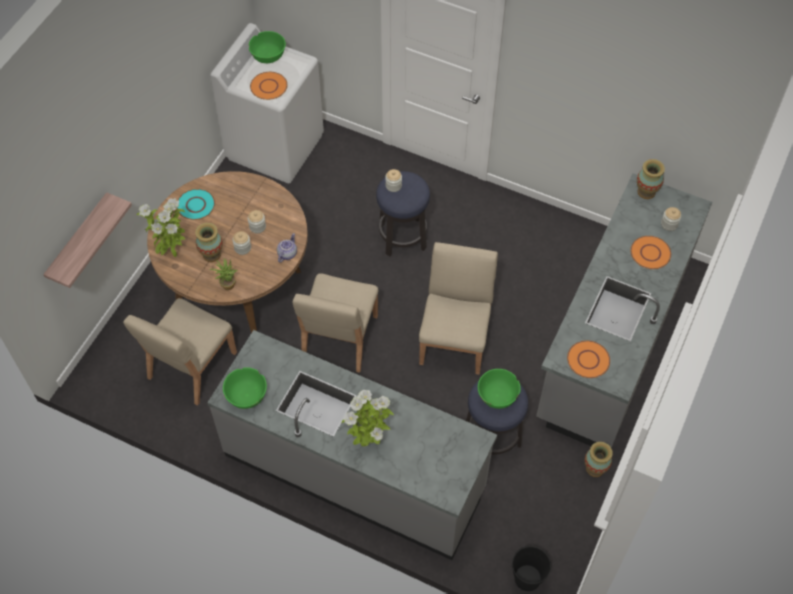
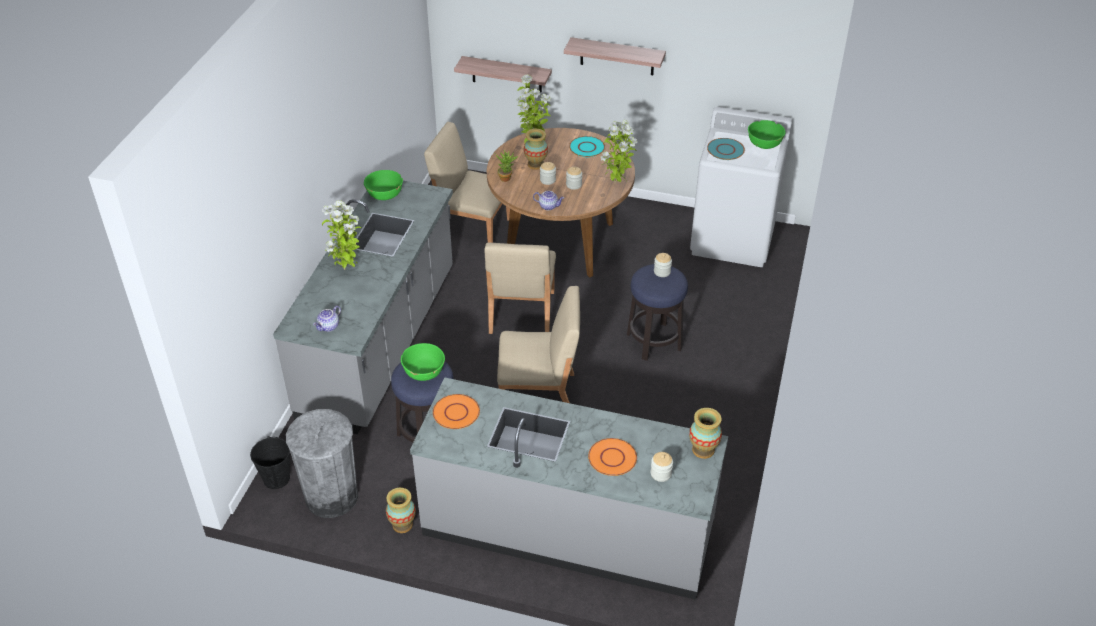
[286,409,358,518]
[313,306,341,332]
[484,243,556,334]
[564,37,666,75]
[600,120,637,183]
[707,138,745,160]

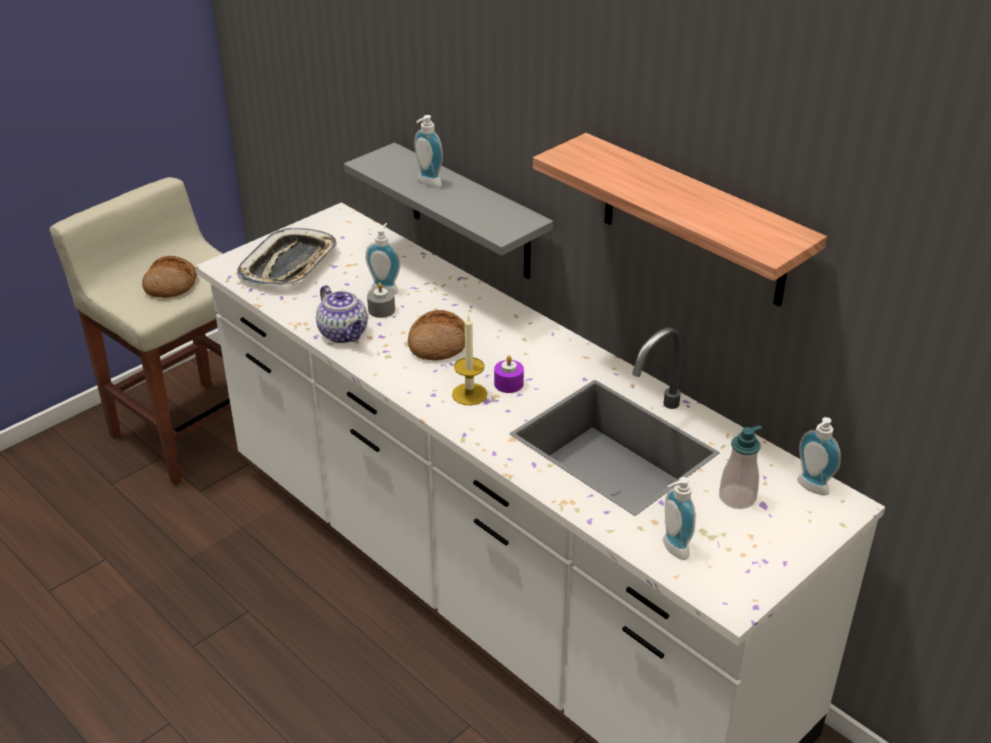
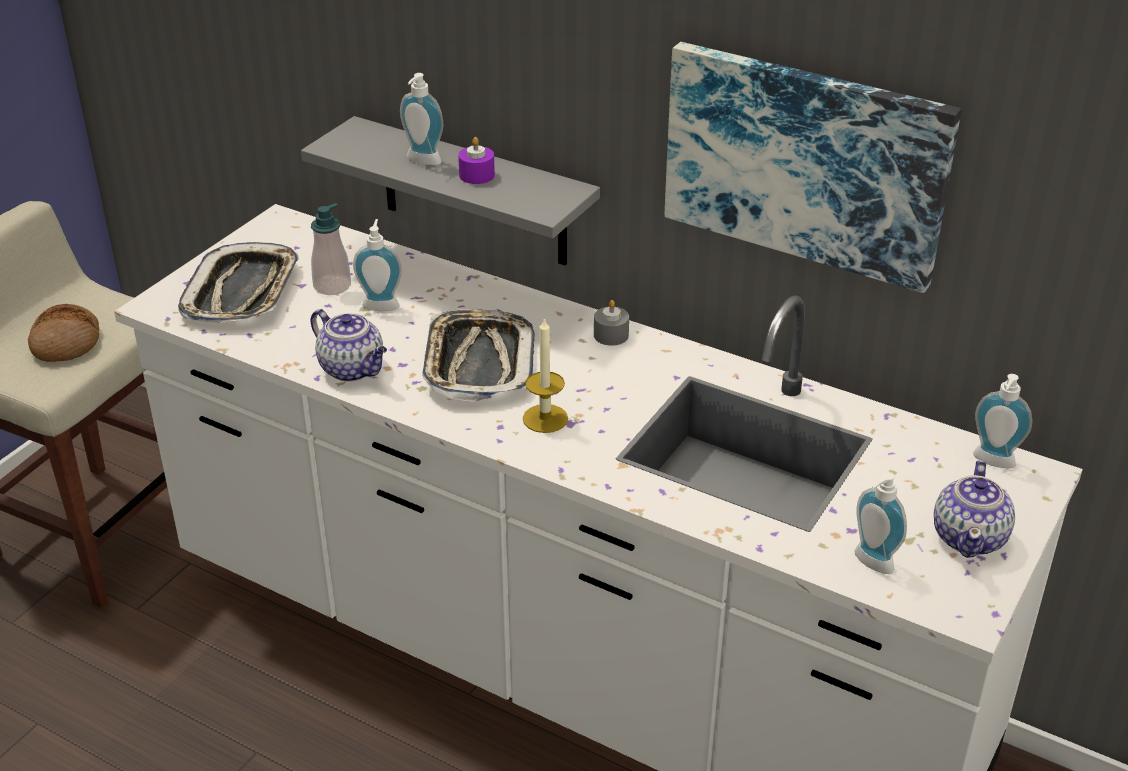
[311,203,351,295]
[422,309,535,402]
[458,137,495,184]
[594,300,629,346]
[665,42,962,293]
[934,460,1015,558]

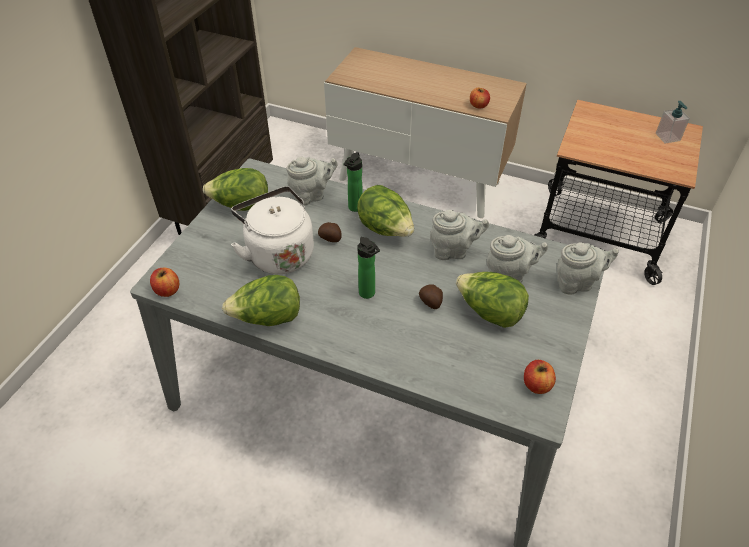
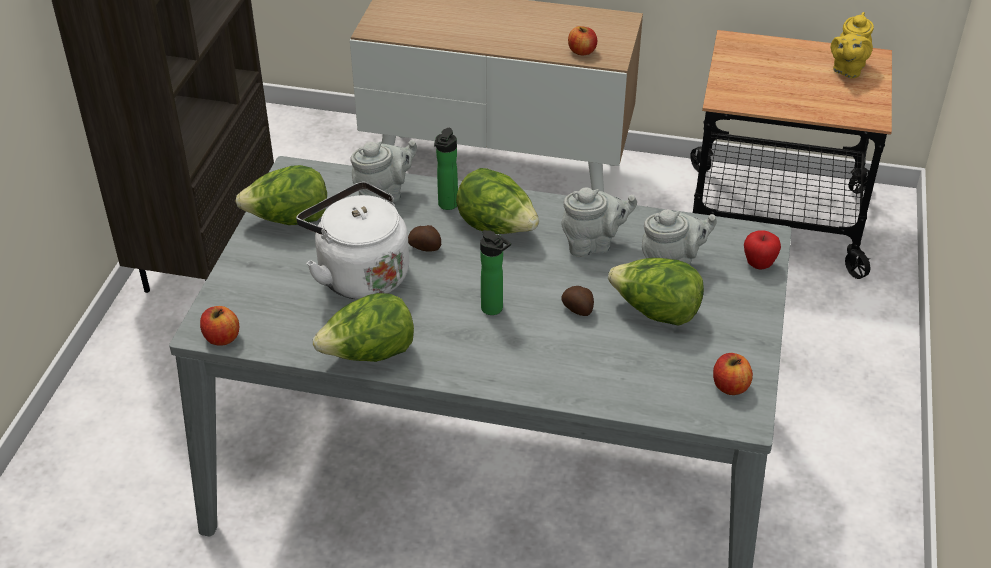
[744,230,781,269]
[831,12,874,78]

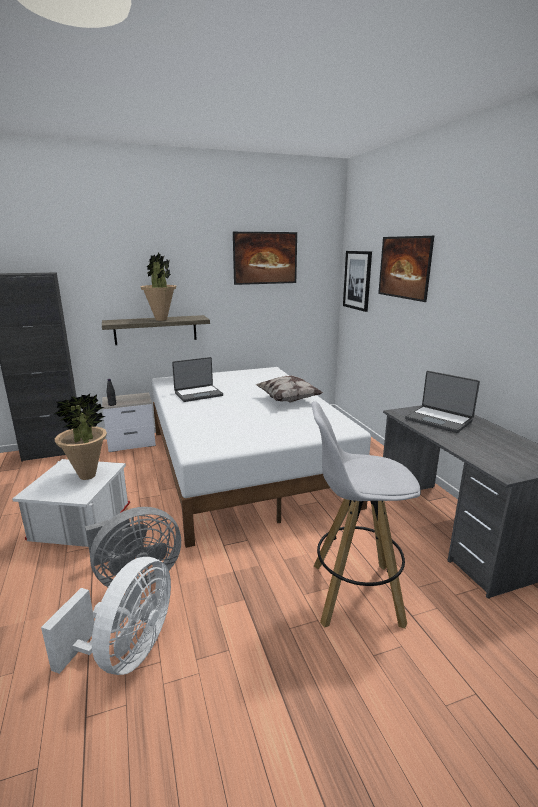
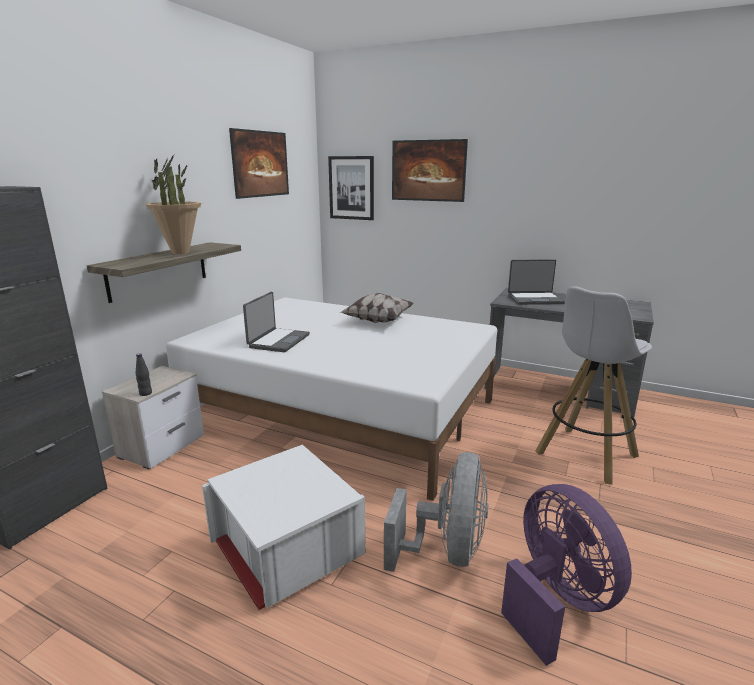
[501,484,632,666]
[53,394,107,480] (first image)

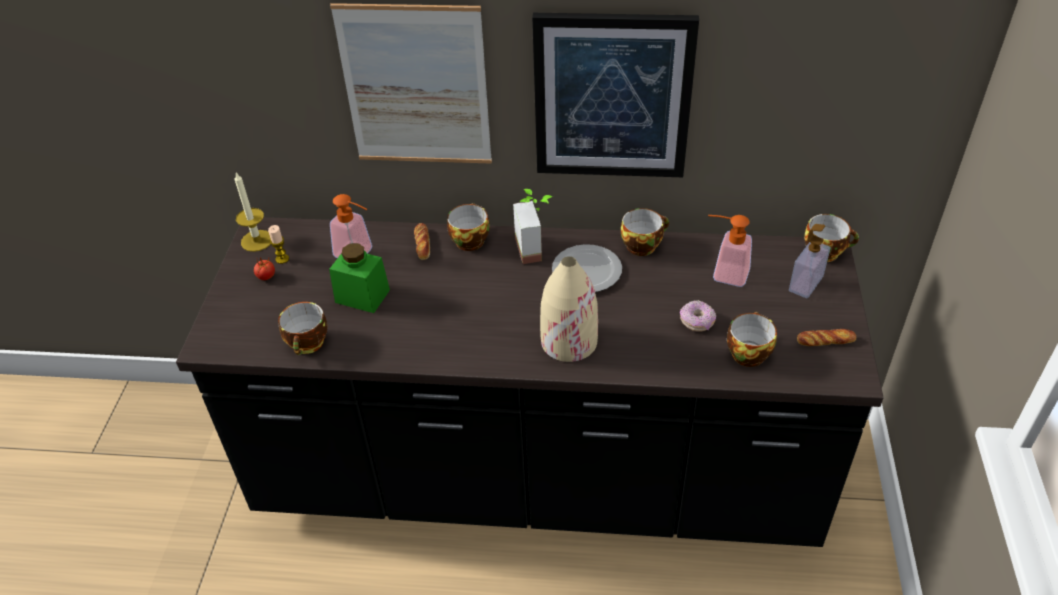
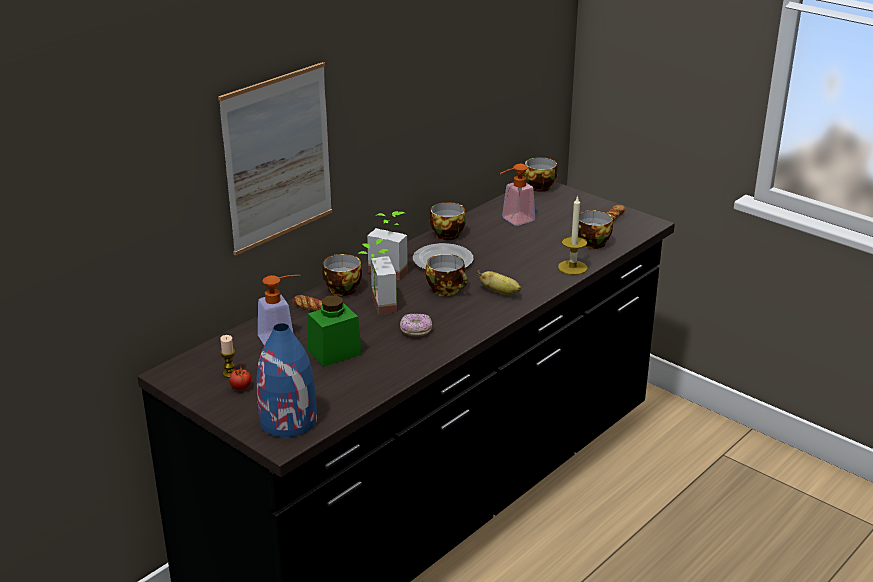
[256,323,317,437]
[358,239,397,314]
[400,314,432,336]
[425,254,468,296]
[477,270,521,295]
[558,195,587,275]
[532,13,699,177] (first image)
[789,224,830,298] (first image)

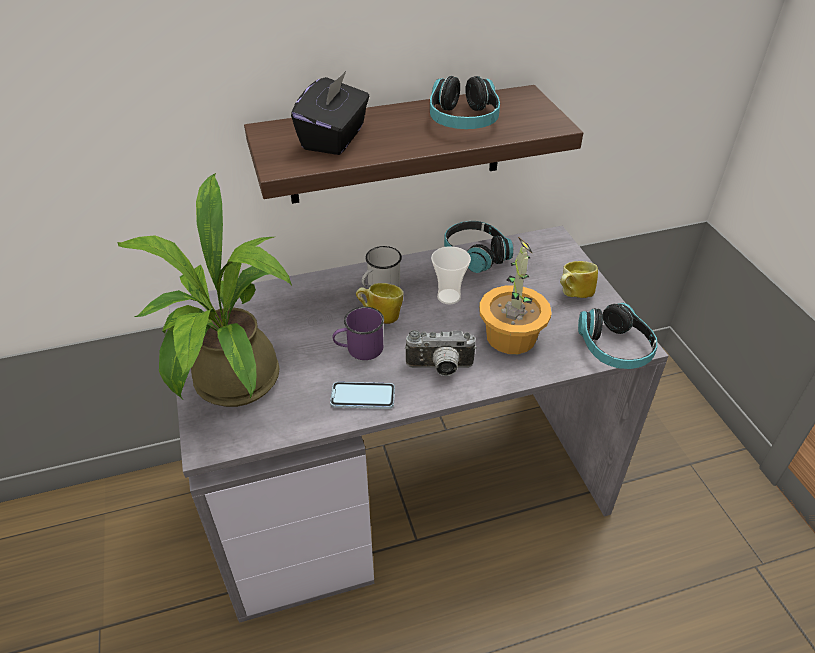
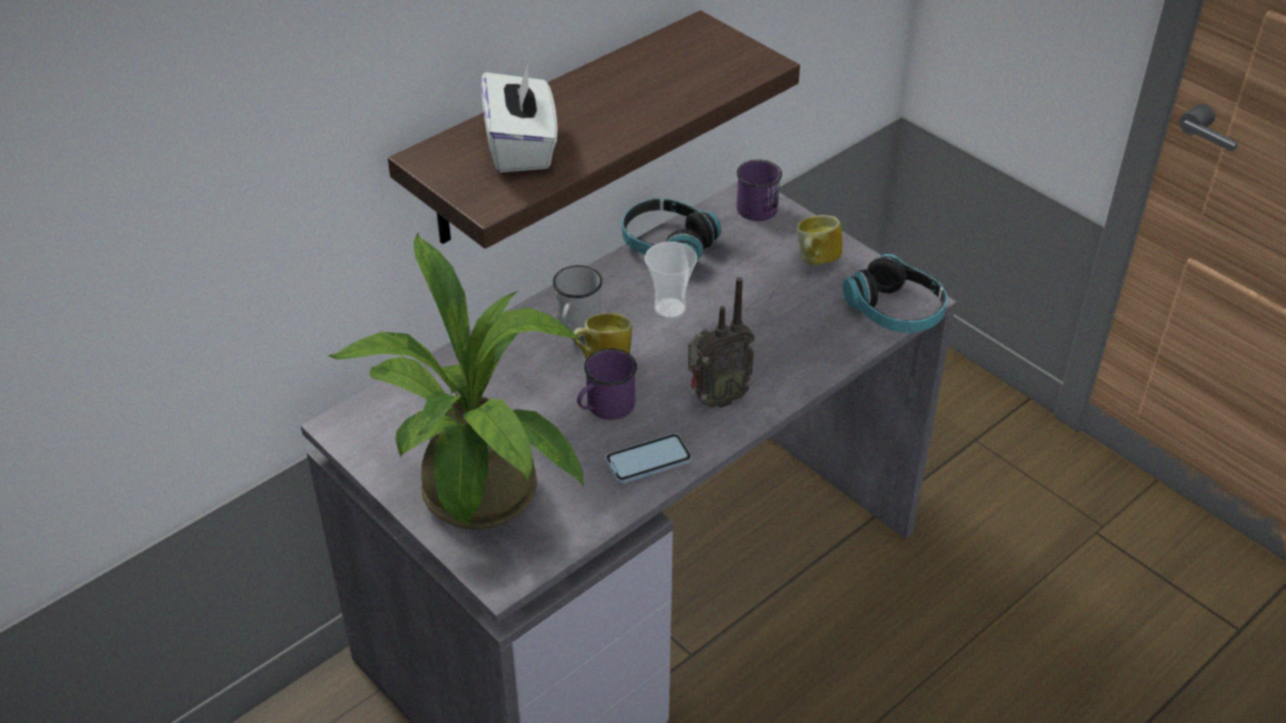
[481,65,557,173]
[688,277,755,408]
[737,160,782,221]
[430,76,500,129] (first image)
[479,237,552,354] (first image)

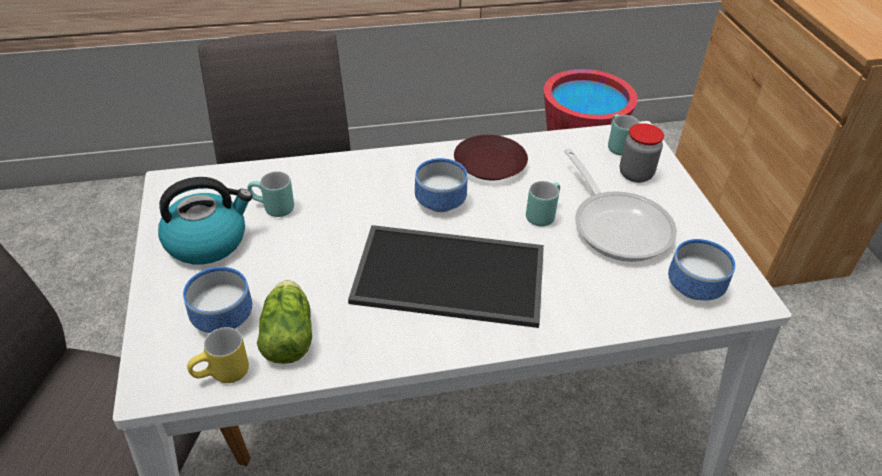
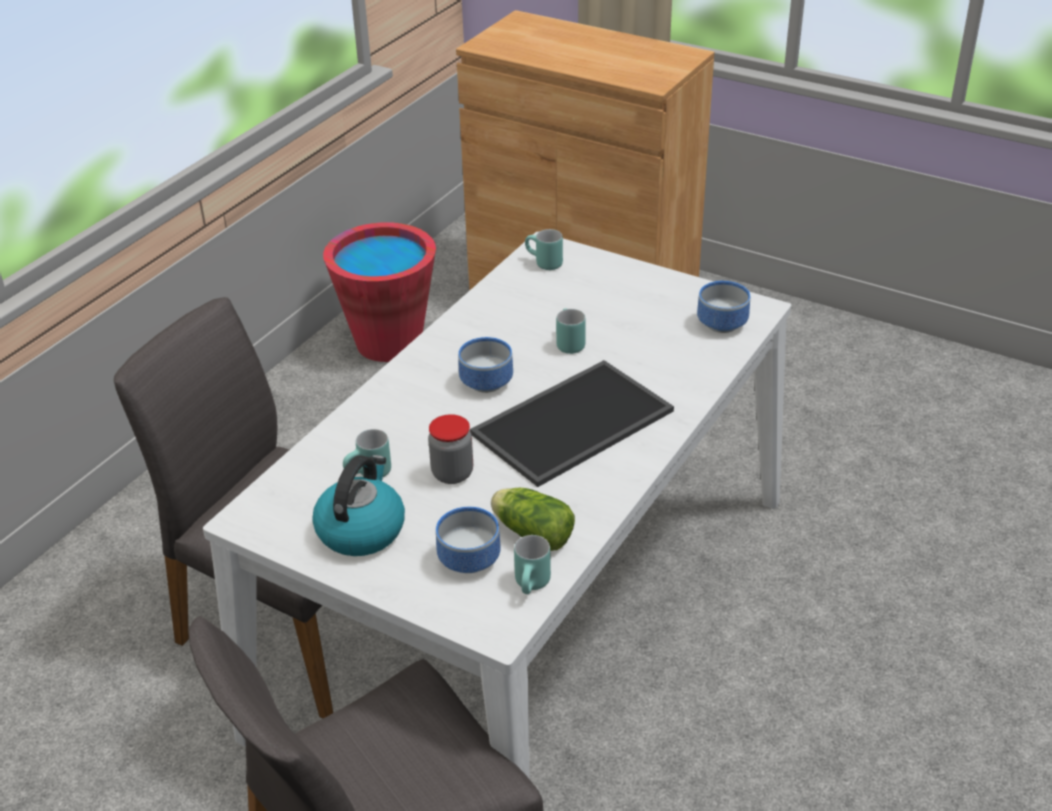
[428,414,473,484]
[514,535,551,594]
[454,135,528,180] (first image)
[564,148,677,262] (first image)

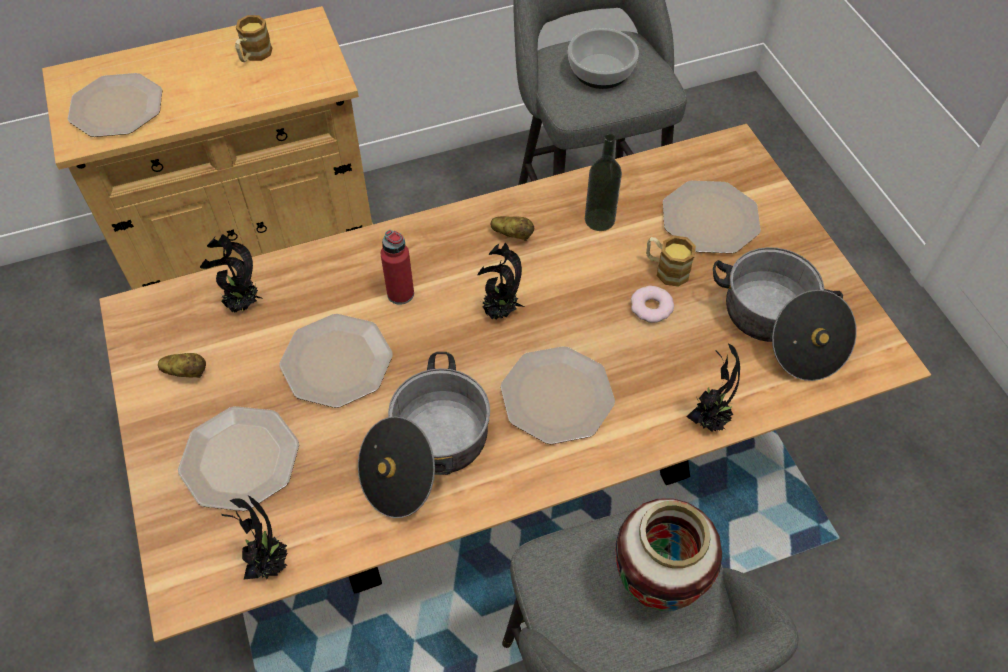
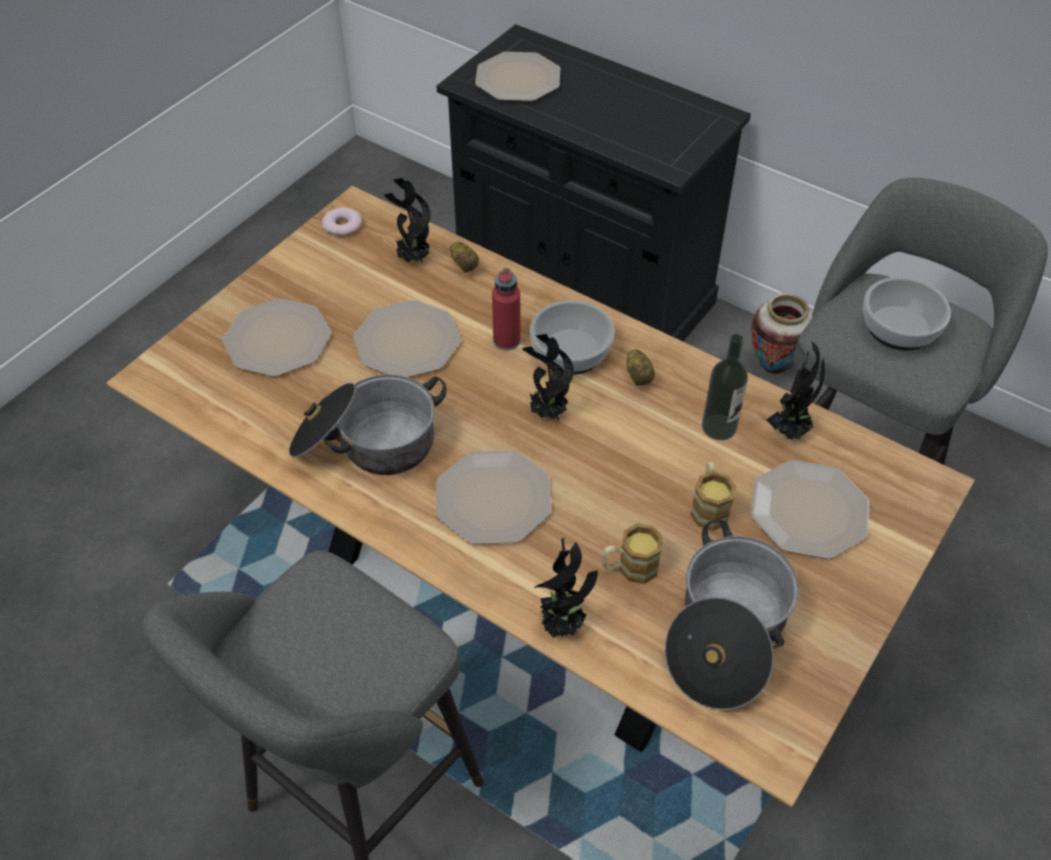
[322,207,362,236]
[437,24,751,341]
[450,242,479,272]
[530,300,615,375]
[602,523,663,584]
[752,293,813,374]
[767,341,825,440]

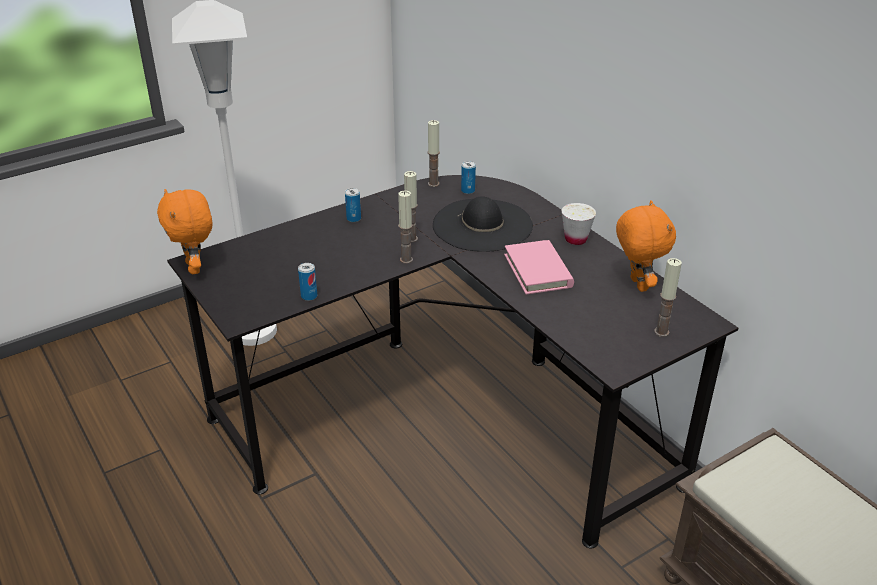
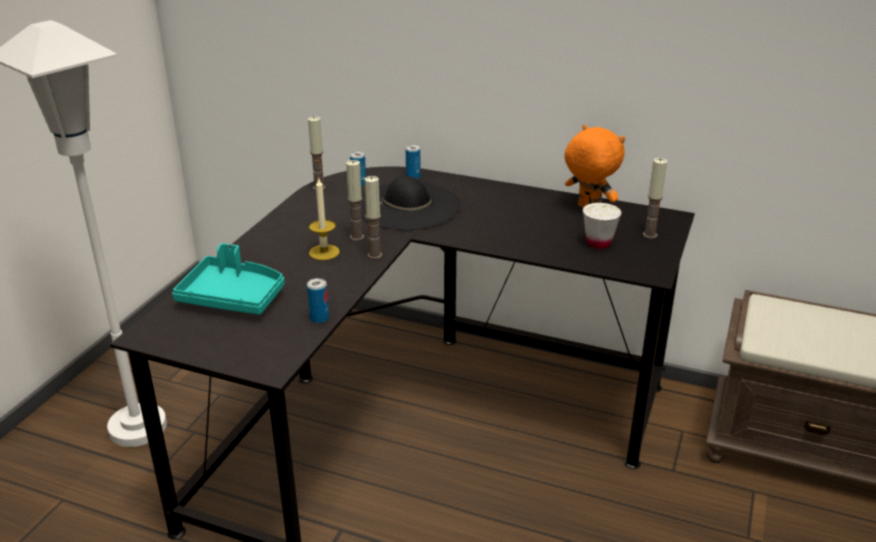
[172,243,285,315]
[309,177,340,260]
[406,145,421,179]
[583,203,622,249]
[157,189,212,274] (first image)
[504,240,574,295] (first image)

